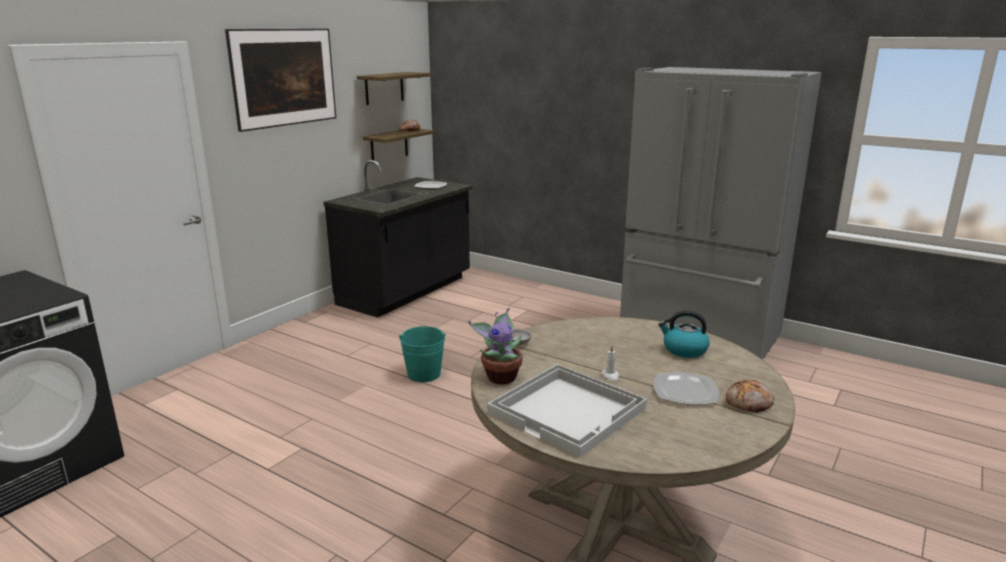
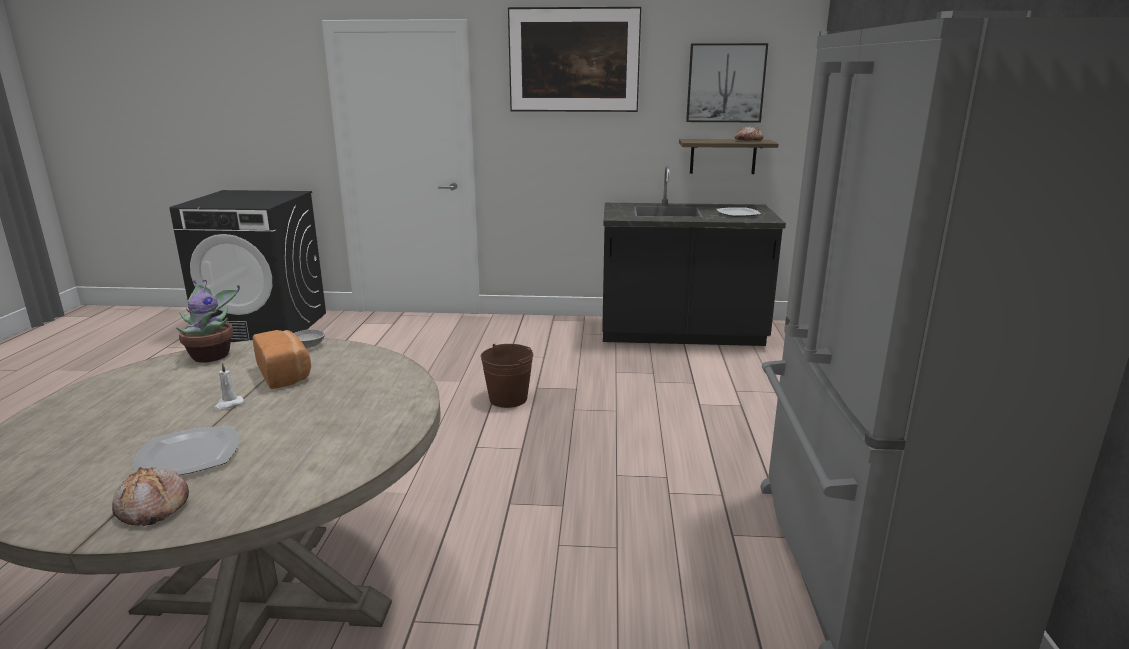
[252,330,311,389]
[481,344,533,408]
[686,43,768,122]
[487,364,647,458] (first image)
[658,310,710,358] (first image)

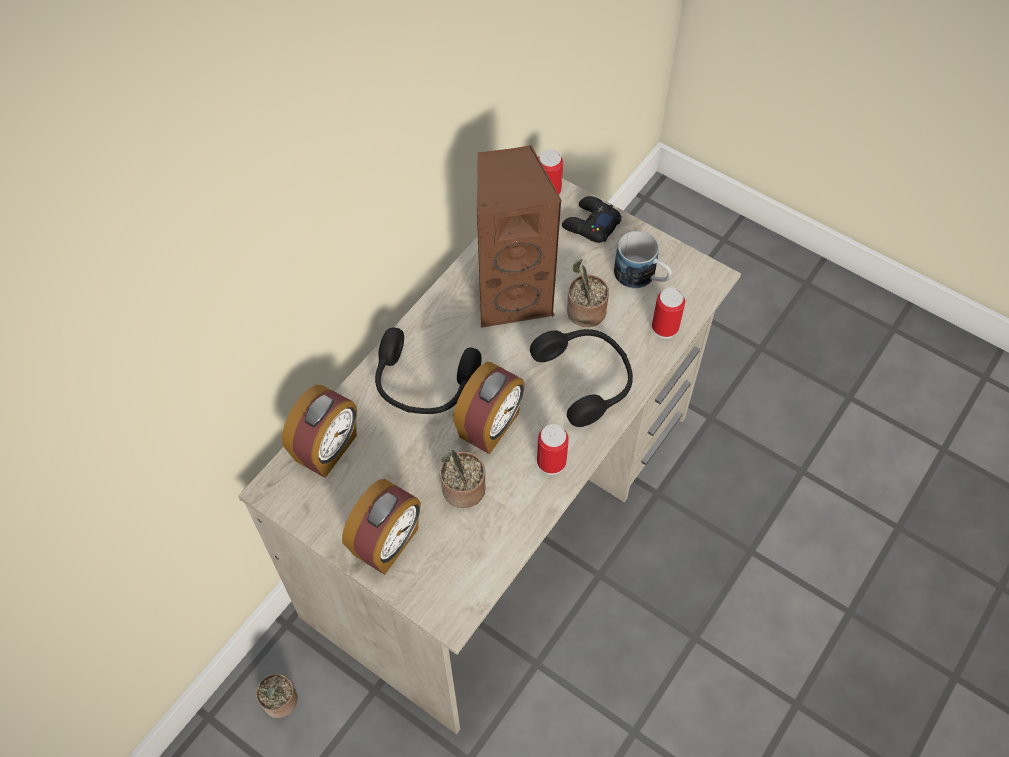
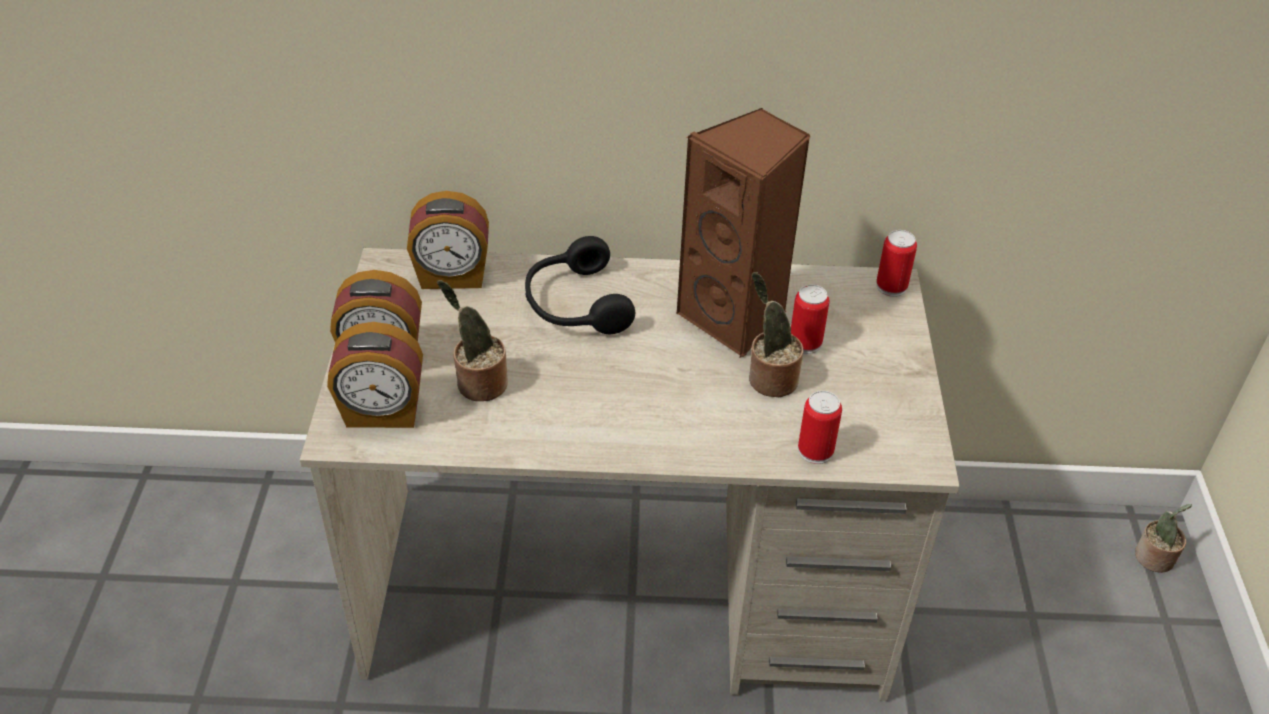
[327,322,423,428]
[791,285,830,354]
[1135,504,1192,573]
[530,329,633,427] (first image)
[562,196,622,243] (first image)
[614,231,672,288] (first image)

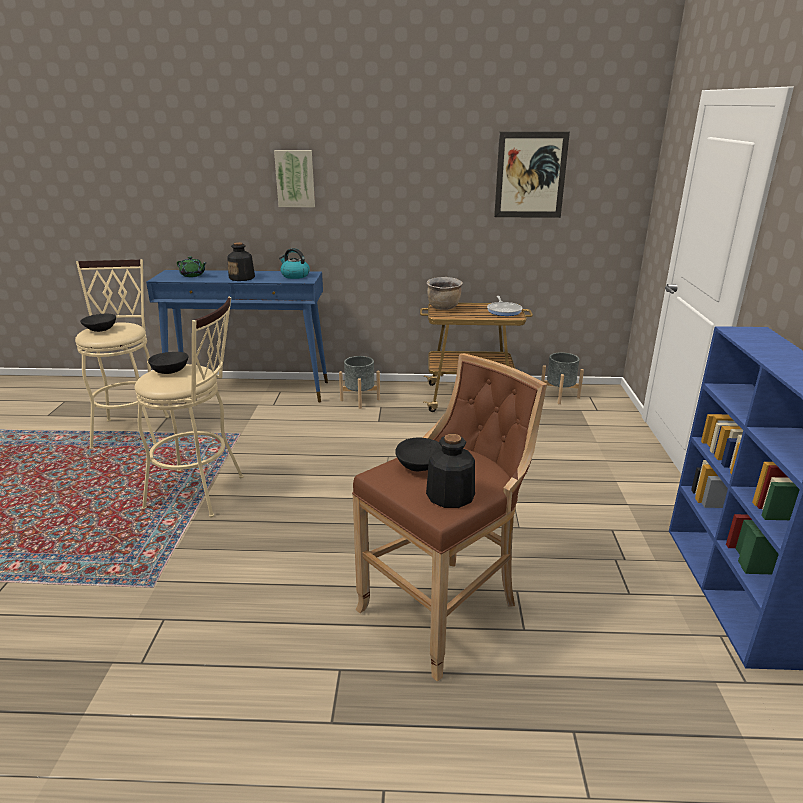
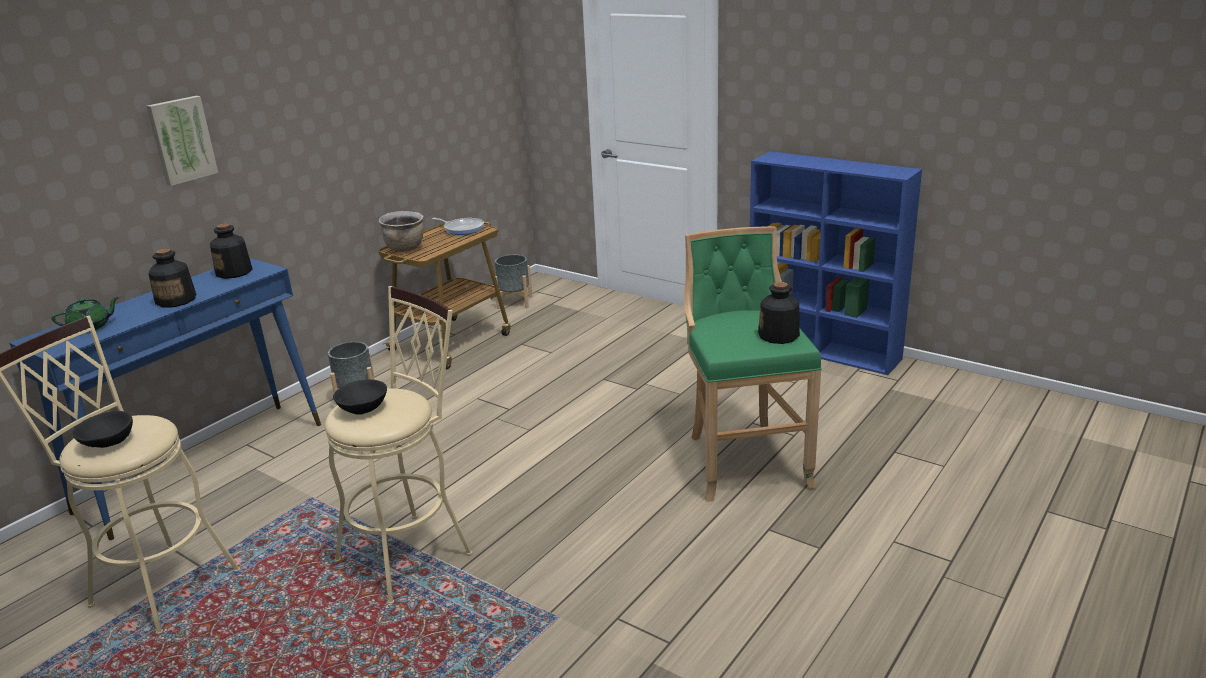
[210,224,253,279]
[684,226,822,502]
[395,438,442,471] (first image)
[494,131,570,218] (first image)

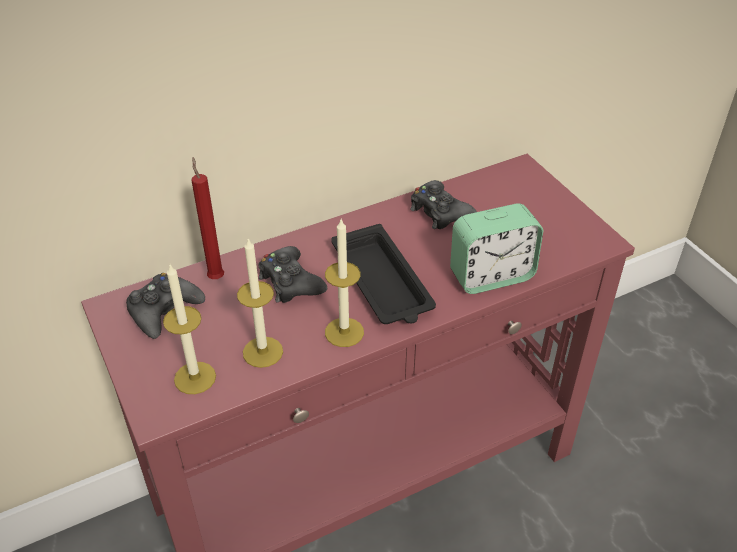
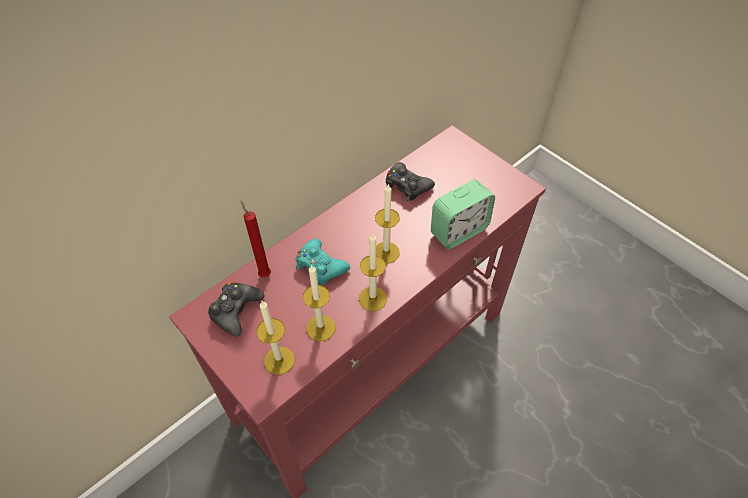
[295,238,350,285]
[375,183,400,264]

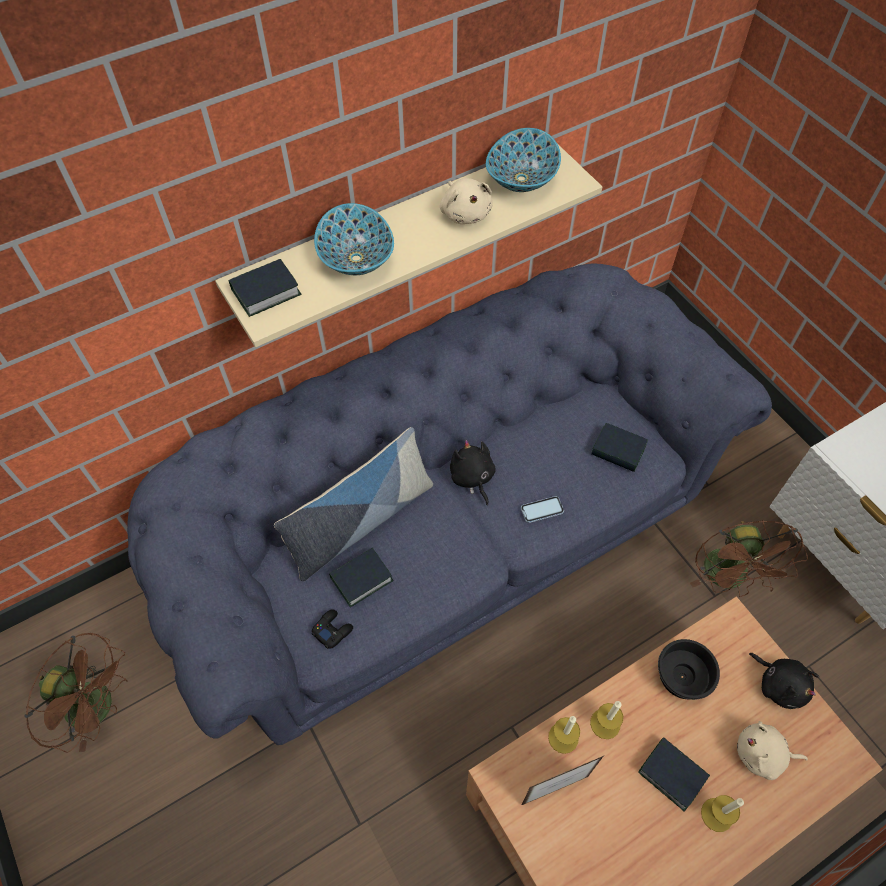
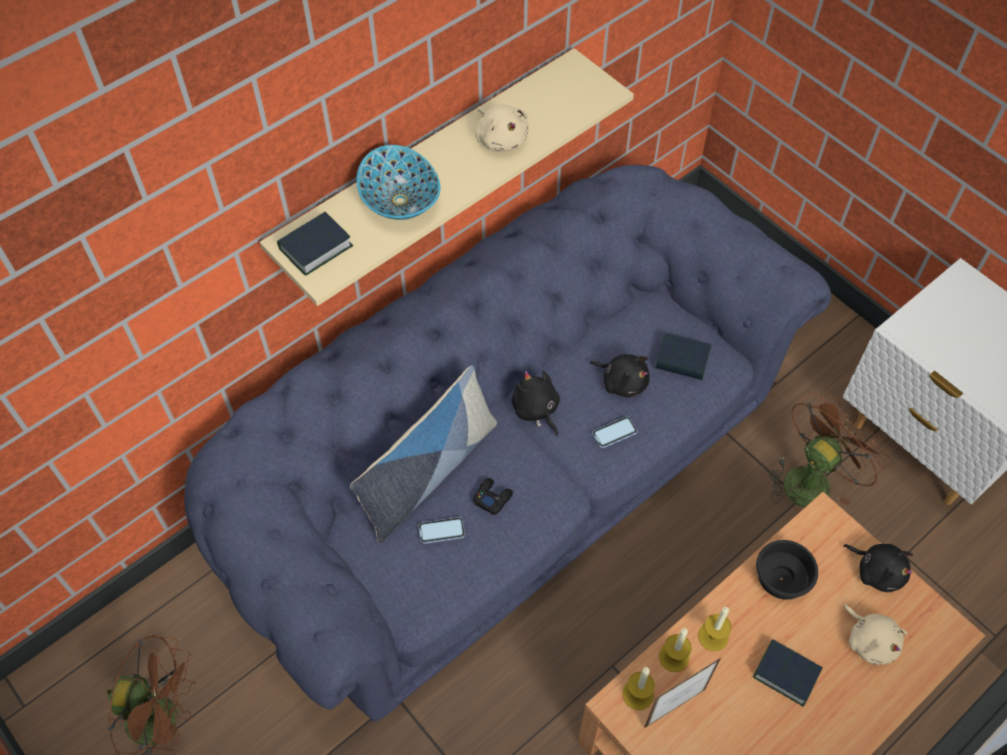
[418,517,465,544]
[473,478,513,515]
[590,354,650,397]
[622,667,655,710]
[769,393,890,507]
[843,605,907,665]
[486,128,561,192] (first image)

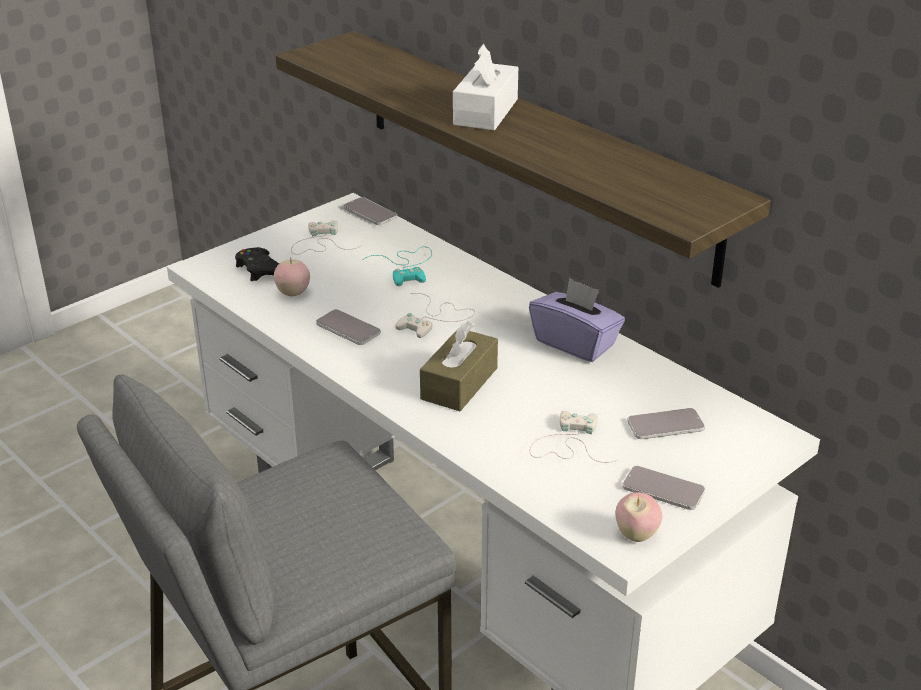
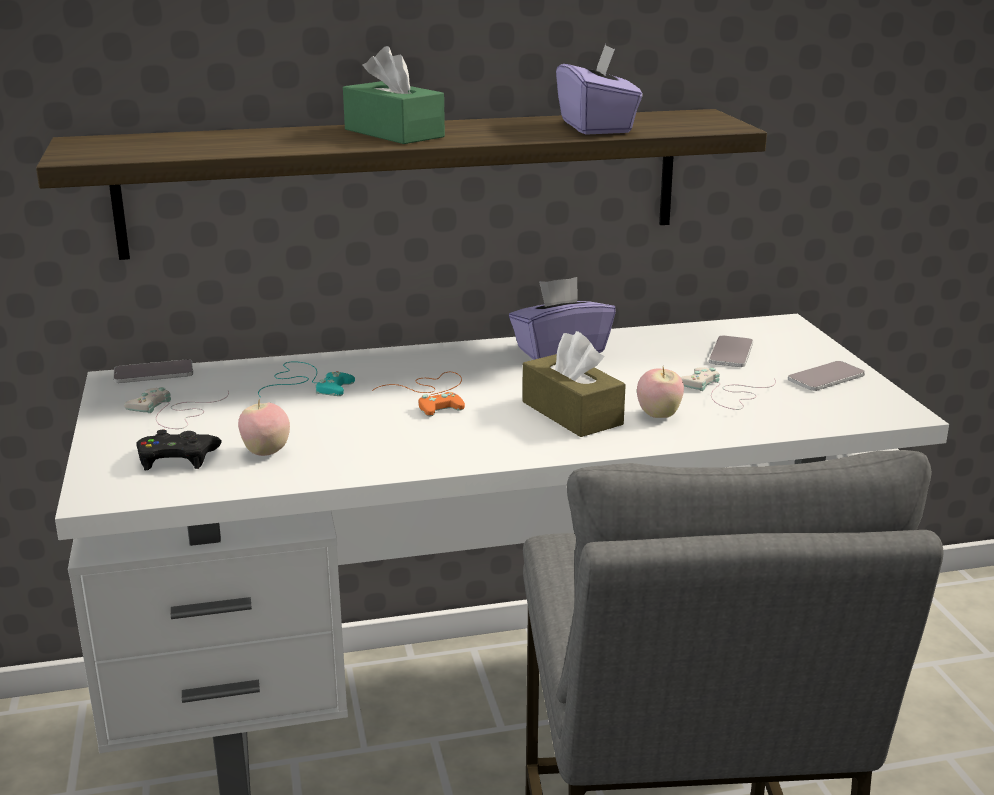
[343,46,445,144]
[372,372,465,416]
[556,44,643,135]
[637,367,684,418]
[316,309,381,345] (first image)

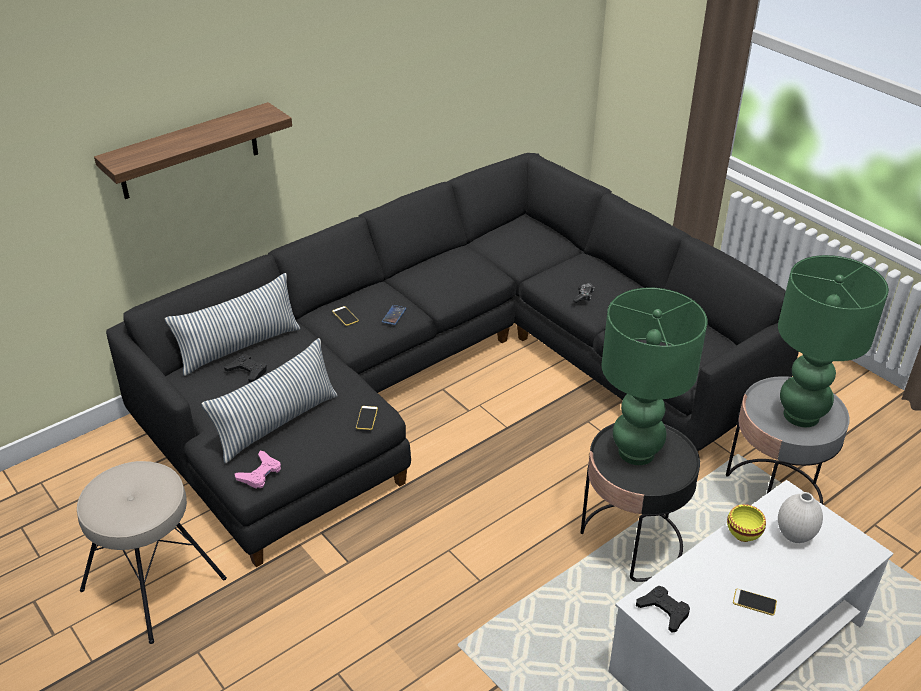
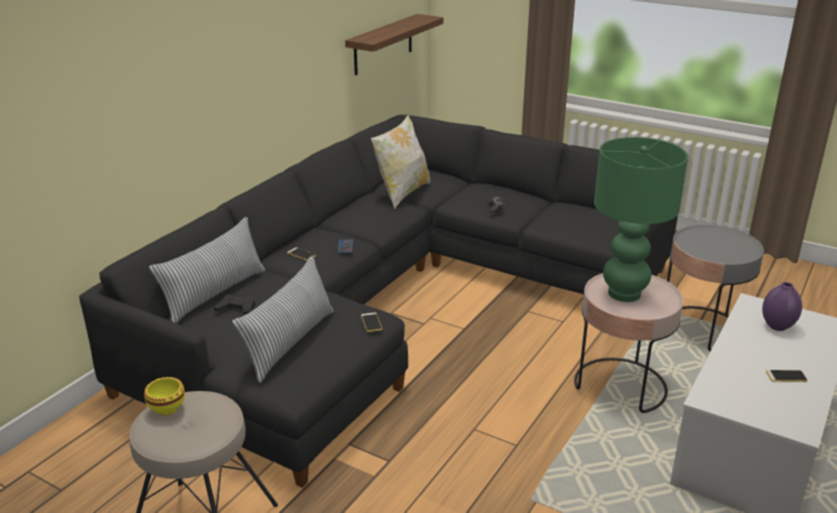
[144,377,185,416]
[345,14,443,75]
[370,114,430,210]
[574,273,683,413]
[762,282,802,331]
[234,451,281,488] (first image)
[636,586,690,633] (first image)
[778,255,889,427] (first image)

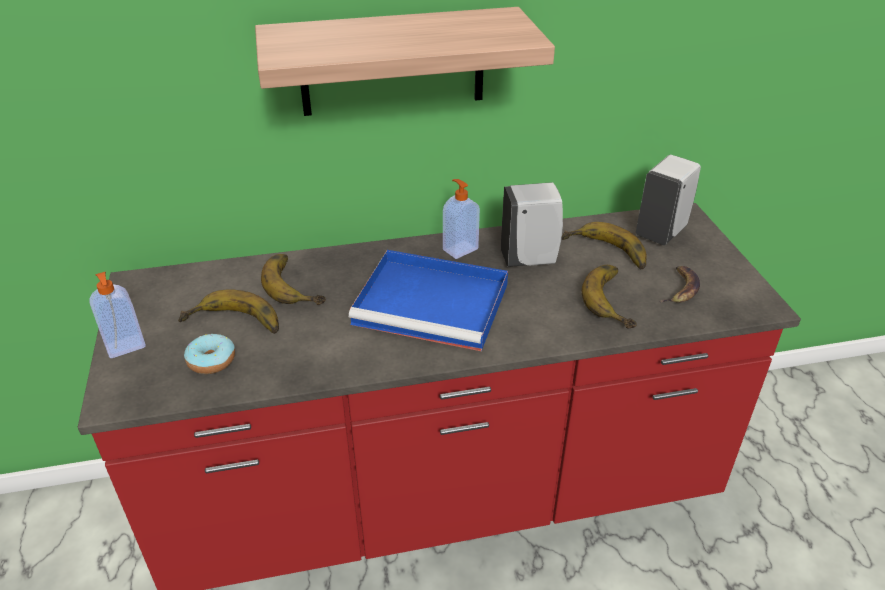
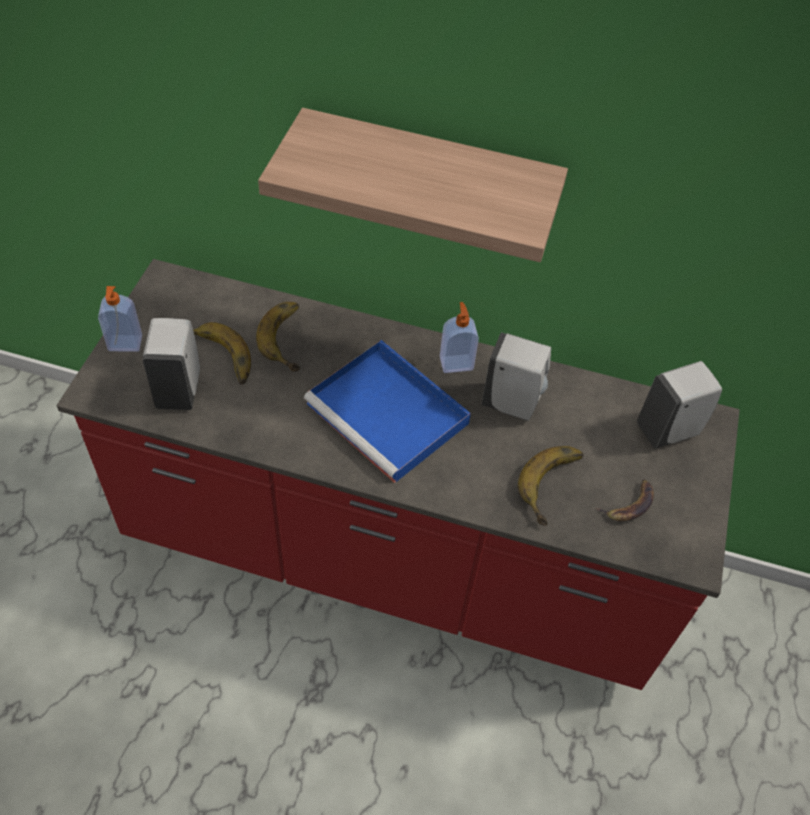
[143,318,200,410]
[561,222,647,269] (first image)

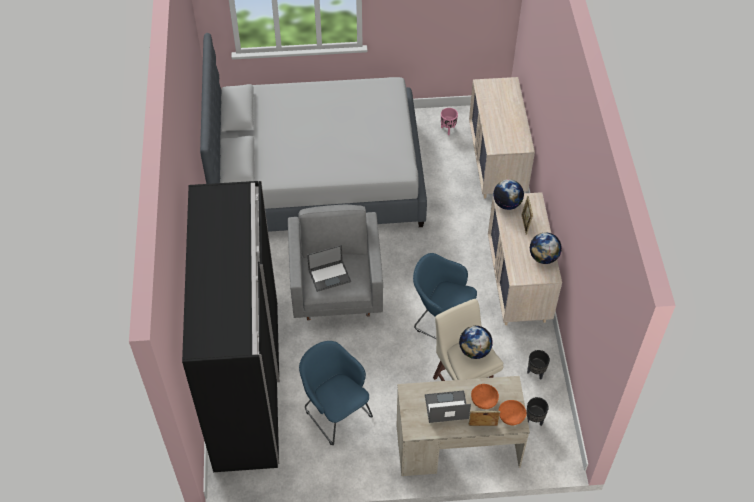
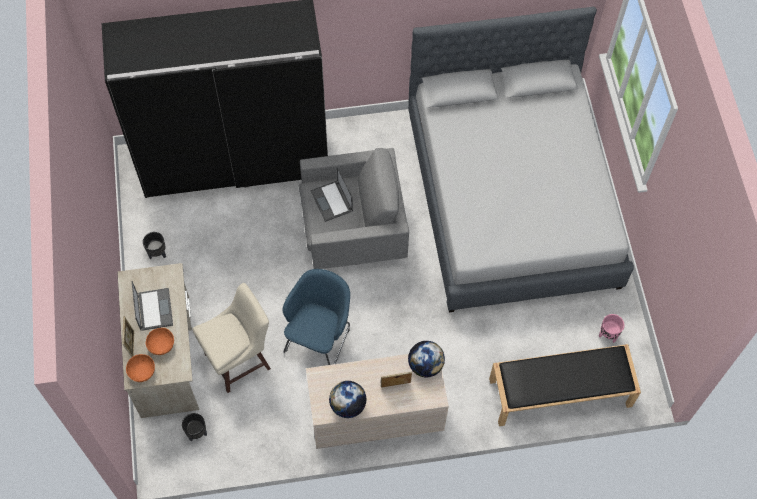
[143,232,166,259]
[489,344,641,426]
[299,341,373,445] (first image)
[459,326,493,359] (first image)

